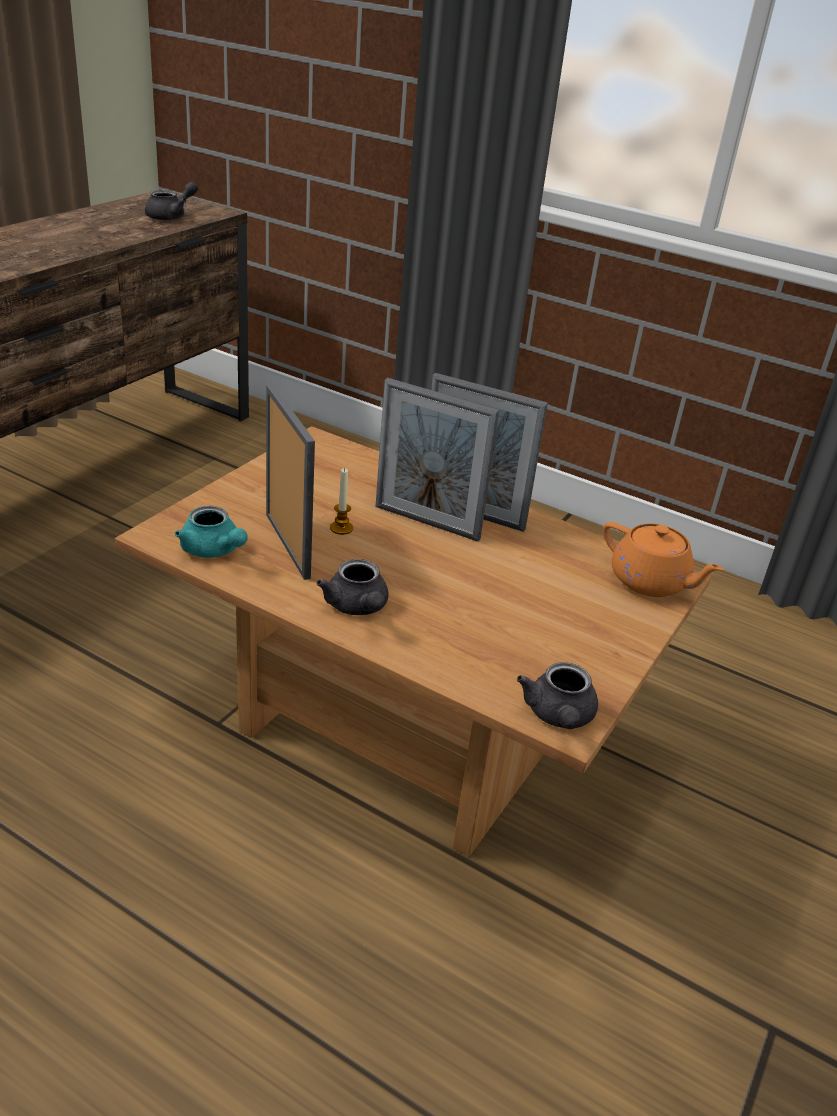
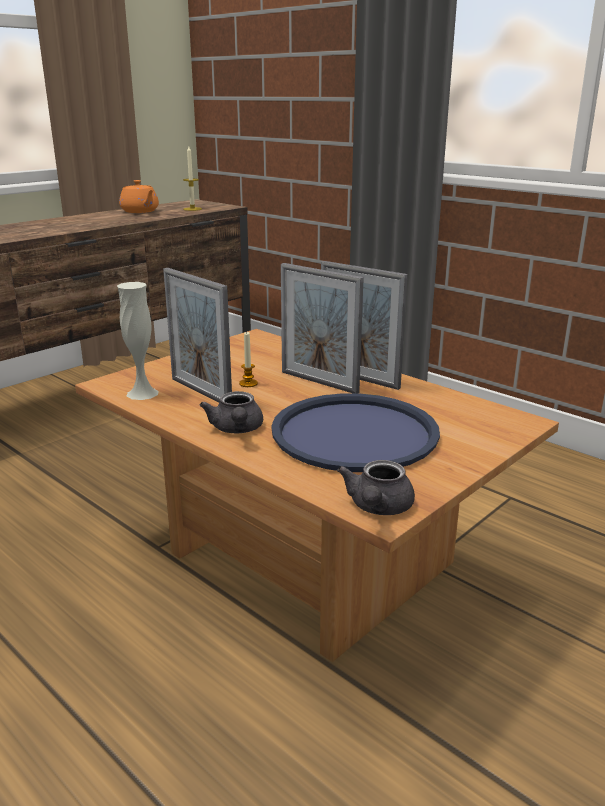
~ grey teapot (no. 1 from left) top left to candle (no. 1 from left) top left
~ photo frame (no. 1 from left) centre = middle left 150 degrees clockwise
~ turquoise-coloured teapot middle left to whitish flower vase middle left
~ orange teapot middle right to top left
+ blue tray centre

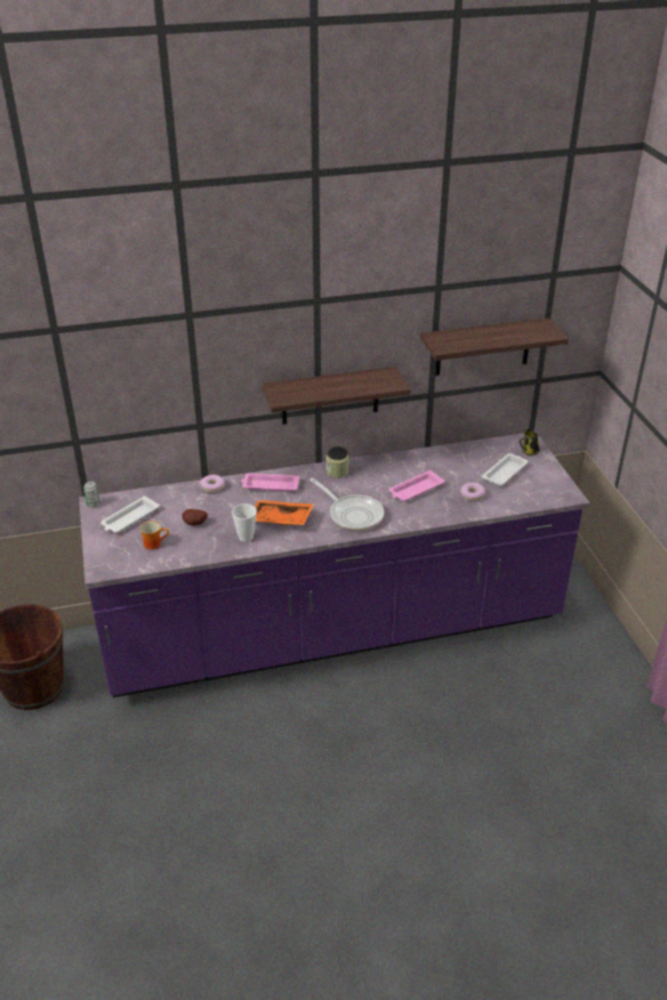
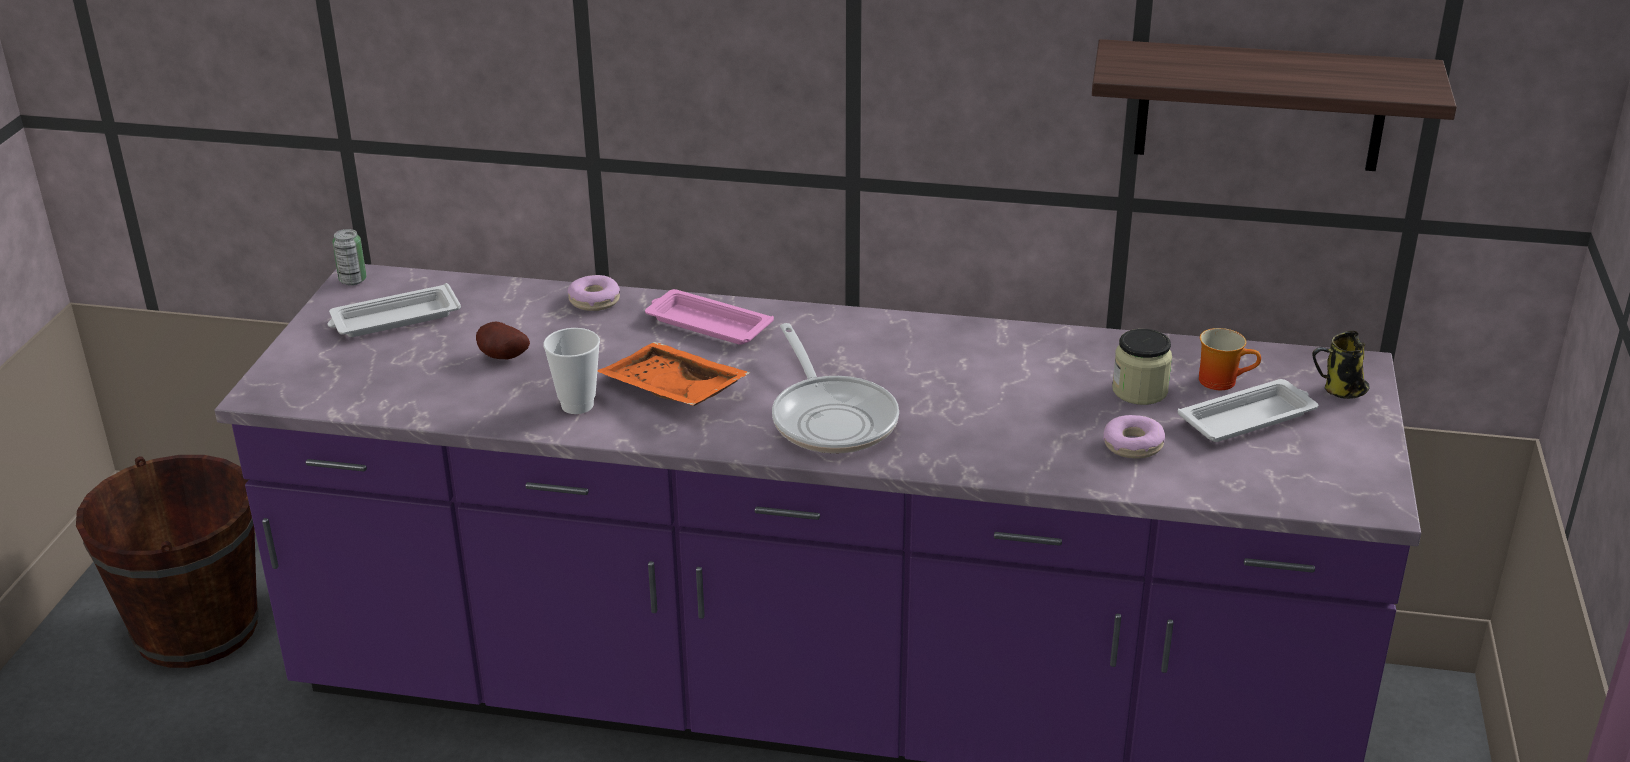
- shelf (no. 1 from left) centre
~ preserve jar centre to middle right
- pink tray (no. 2 from left) centre
~ coffee mug (no. 1 from left) middle left to middle right

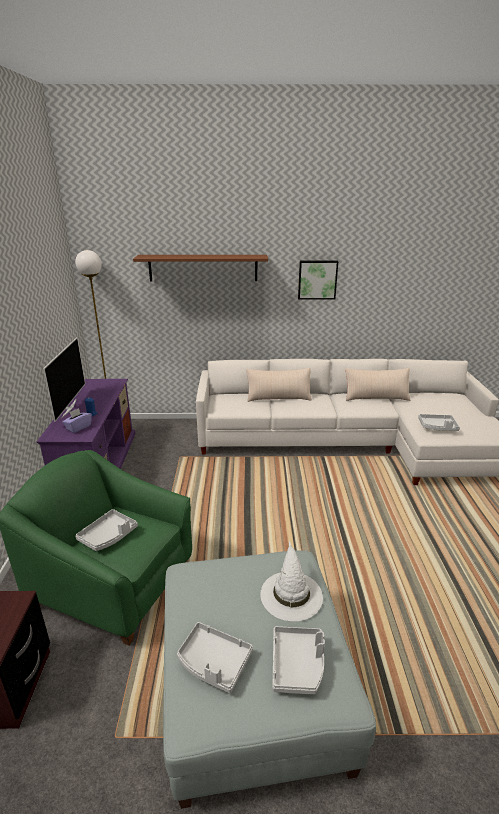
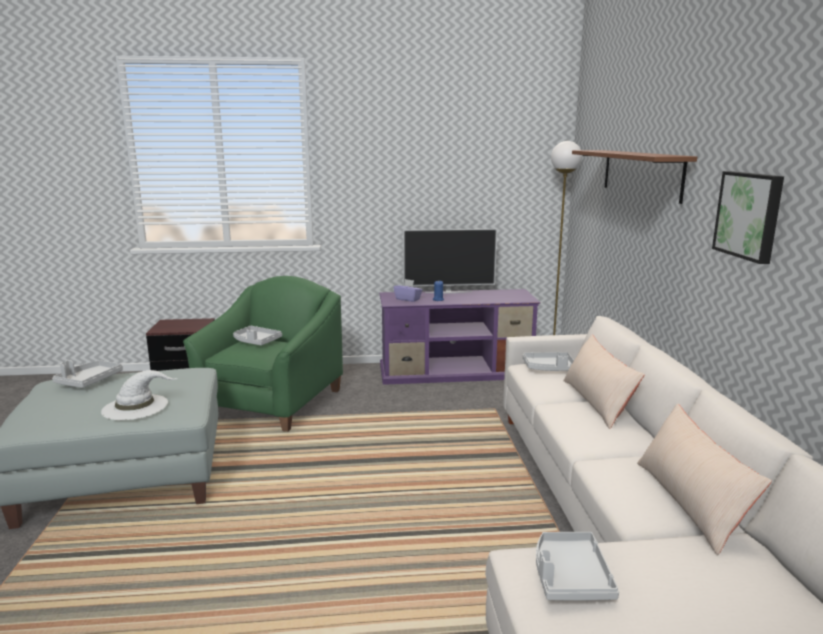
~ grey tray (no. 3 from left) bottom centre to centre

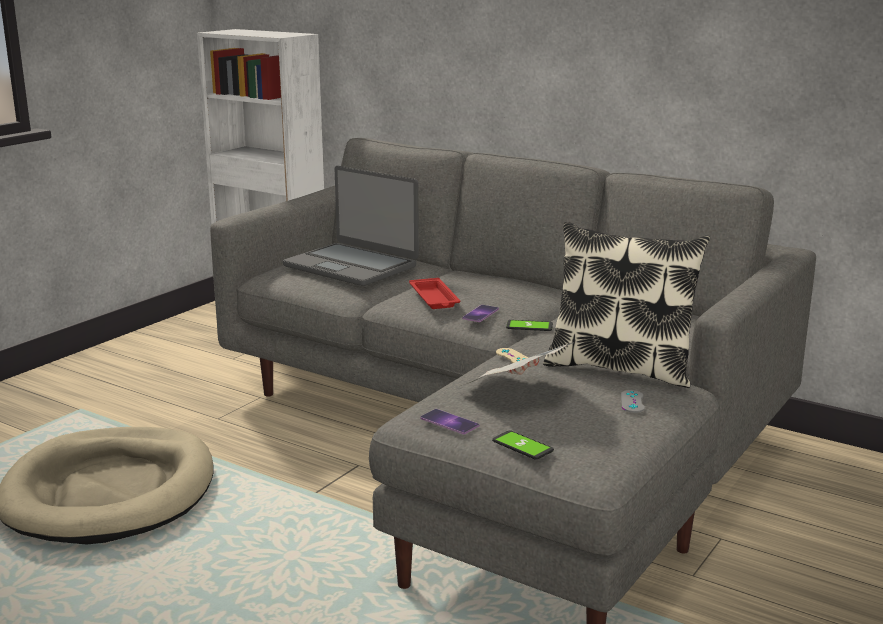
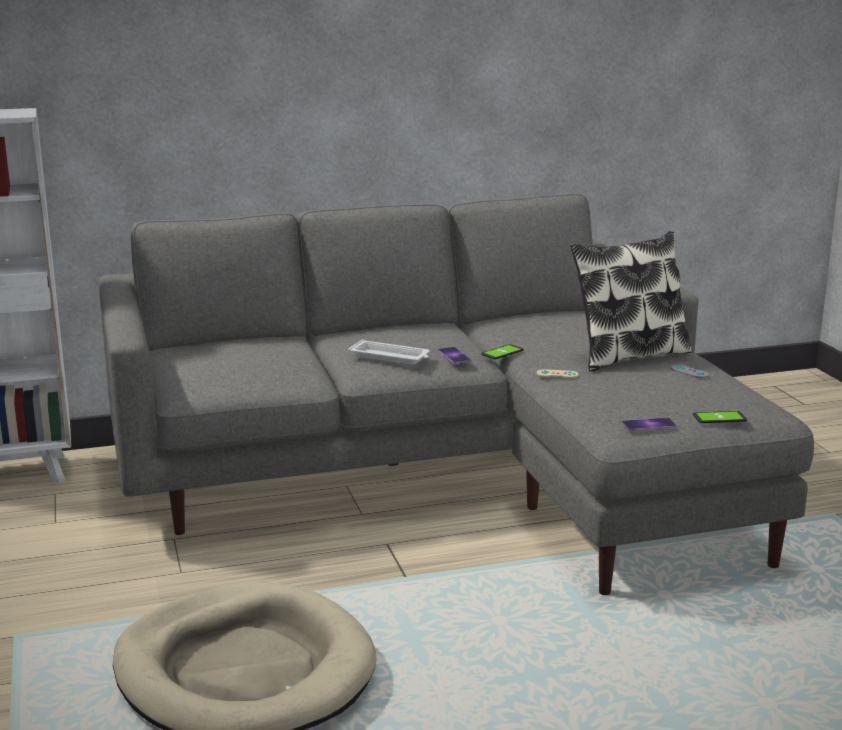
- notebook computer centre
~ reddish tray centre to whitish tray centre
- daily paper centre

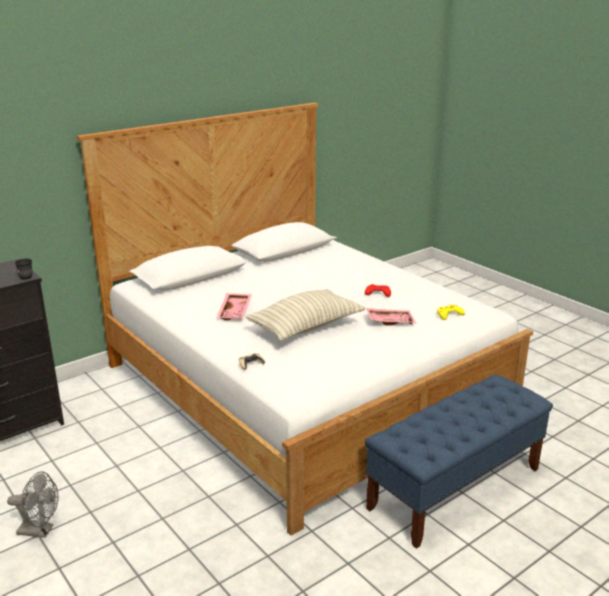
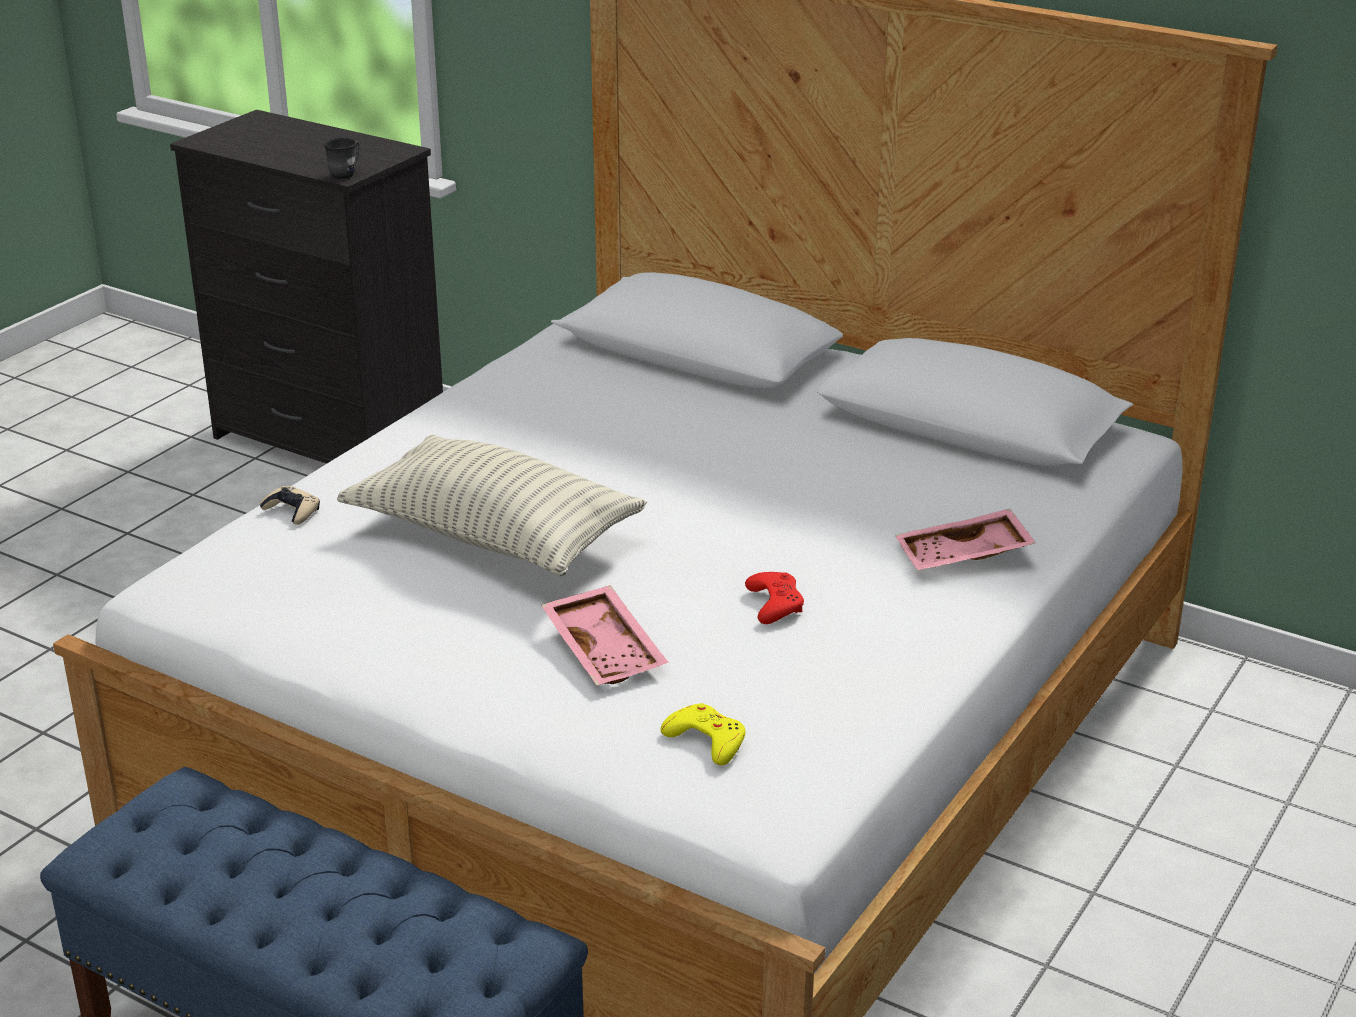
~ pink tray (no. 1 from left in the first image) centre to pink tray (no. 2 from left) middle right
- grey cooling fan bottom left

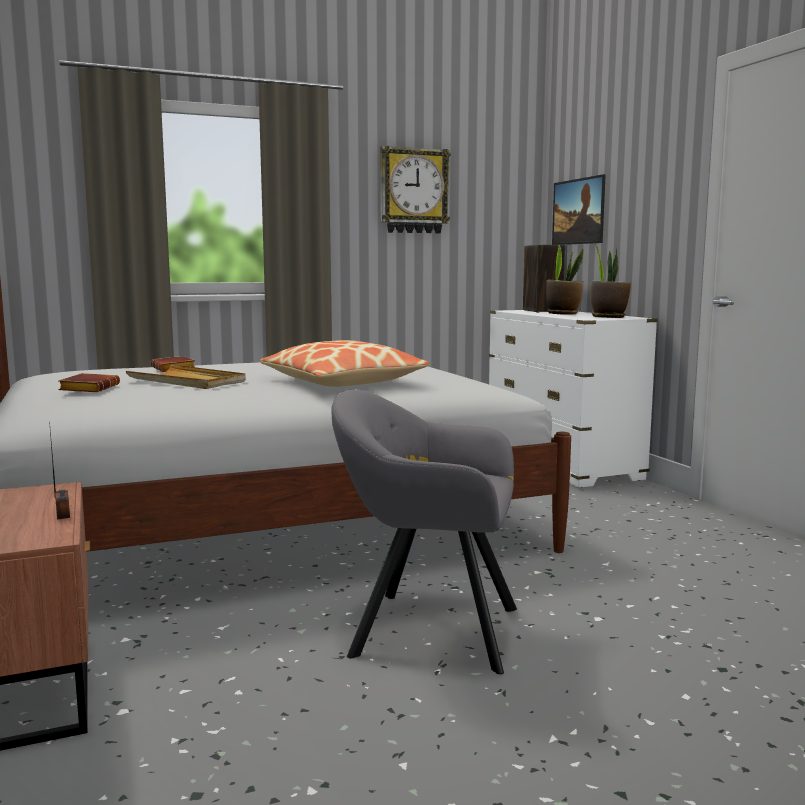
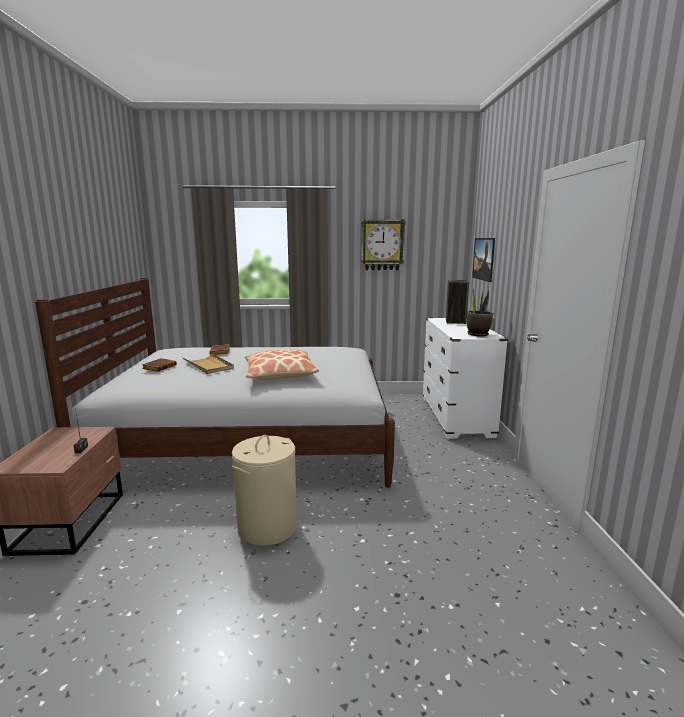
- potted plant (no. 1 from left) middle right
~ grey easy chair centre to beige-coloured laundry basket bottom centre

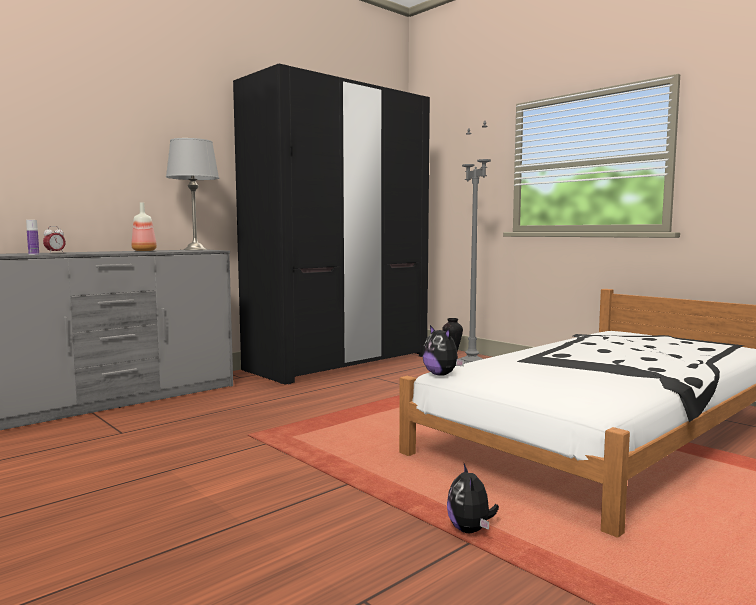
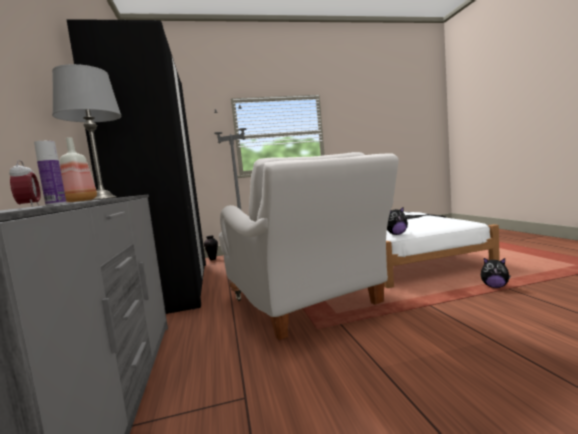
+ whitish easy chair centre

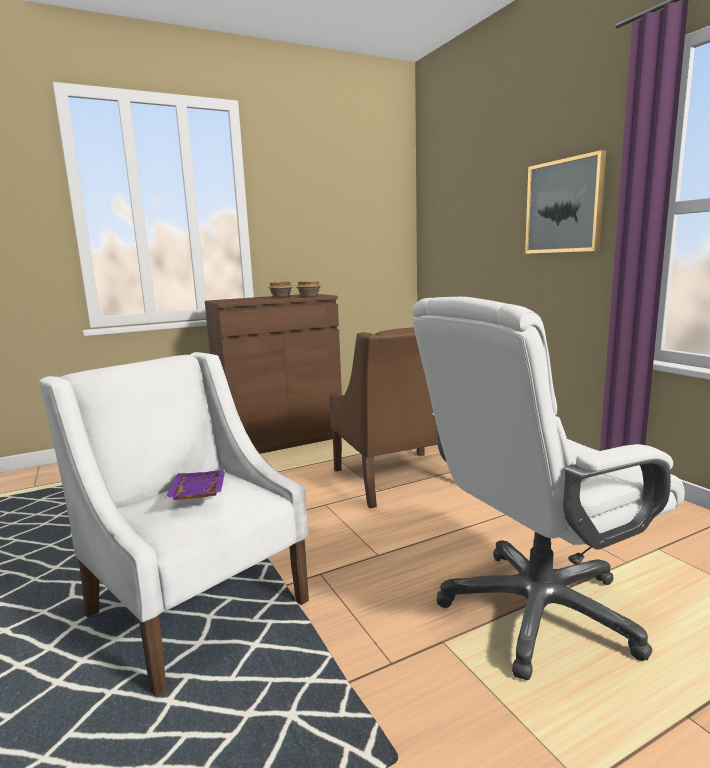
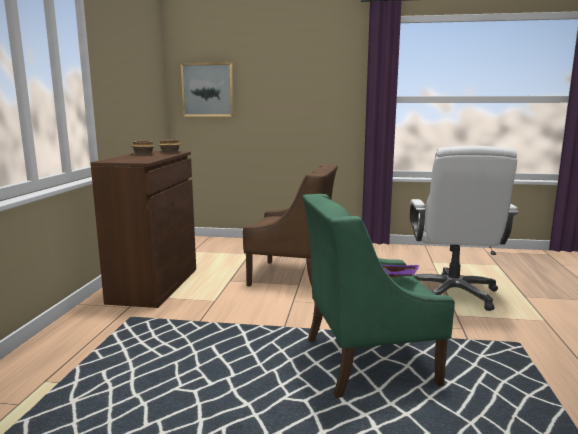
~ wall art top right to top centre
~ whitish easy chair bottom left to green easy chair bottom centre

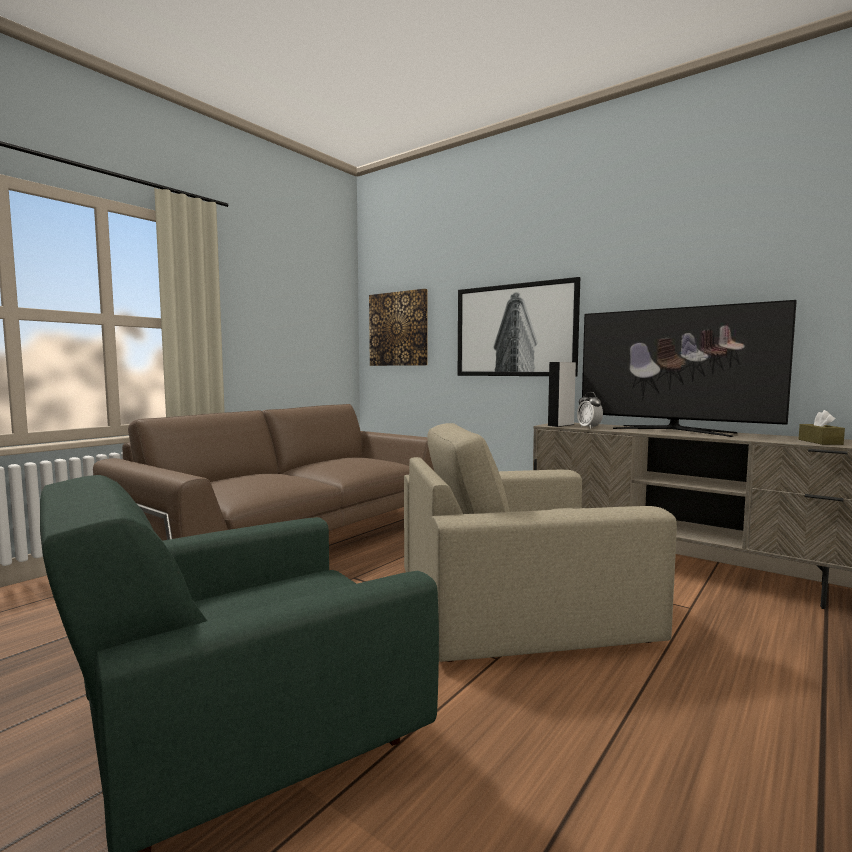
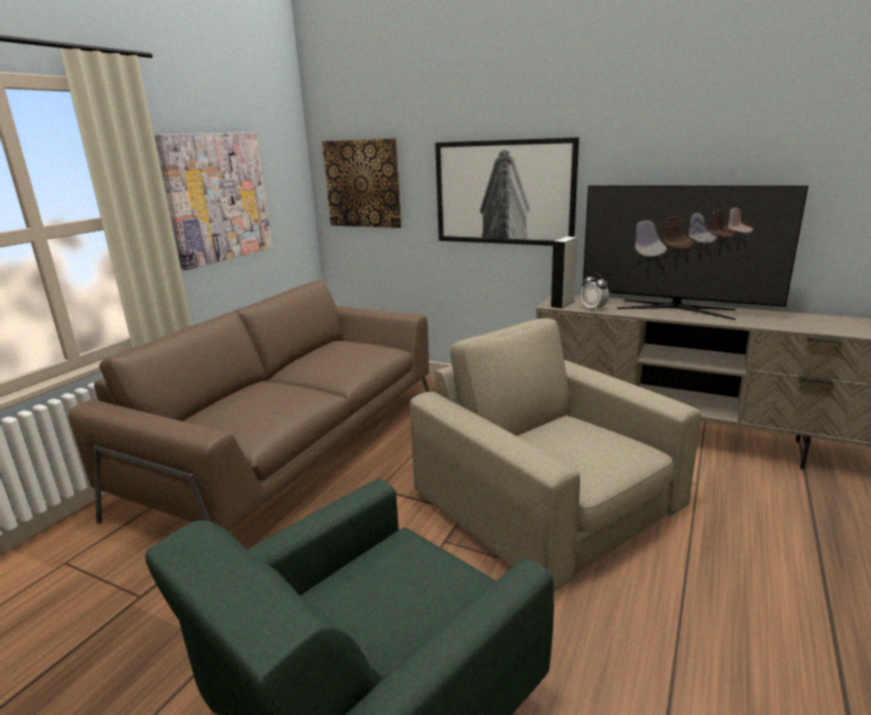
- brown-coloured tissue box middle right
~ beige-coloured easy chair centre = centre 75 degrees clockwise
+ wall art (no. 1 from left) top left

